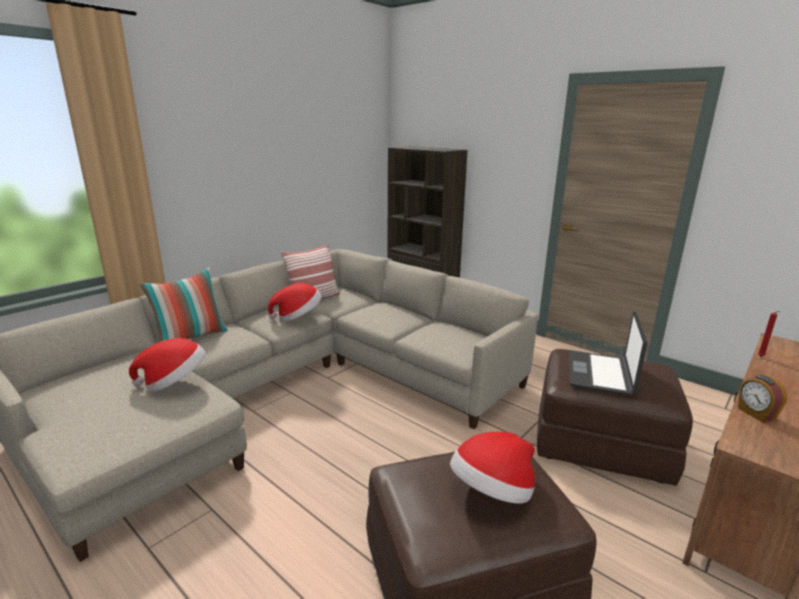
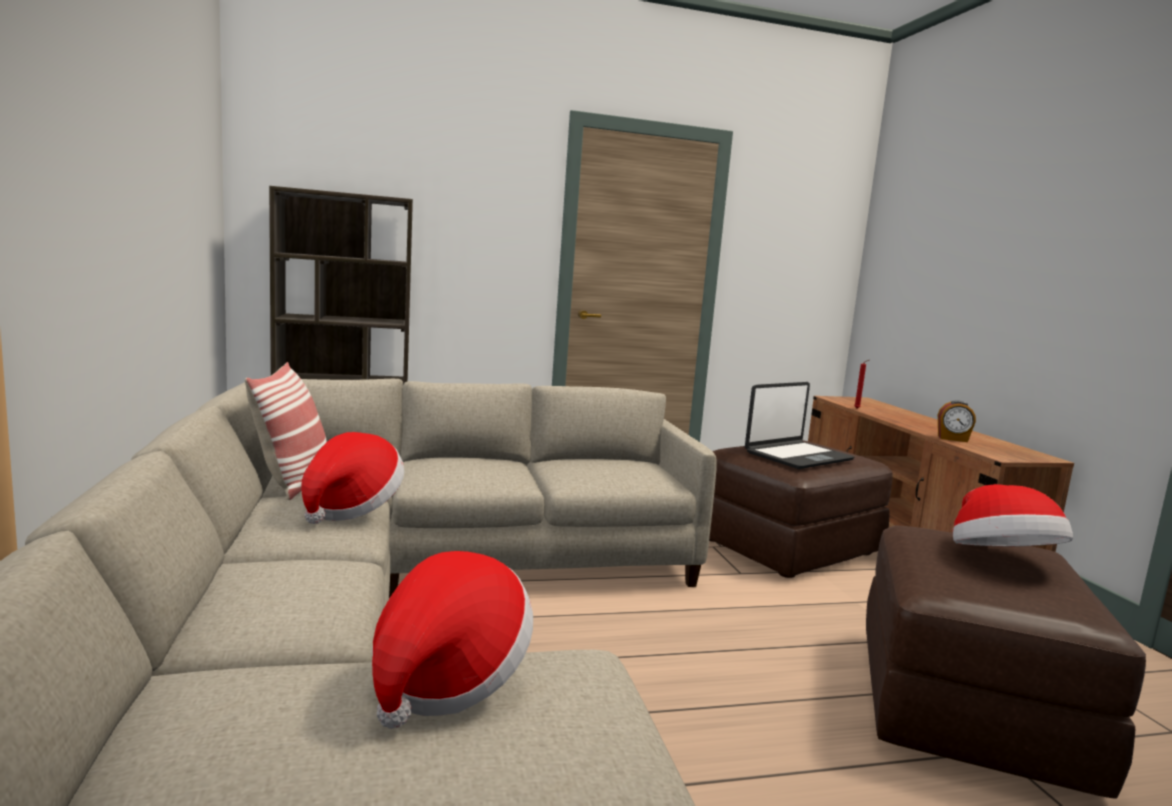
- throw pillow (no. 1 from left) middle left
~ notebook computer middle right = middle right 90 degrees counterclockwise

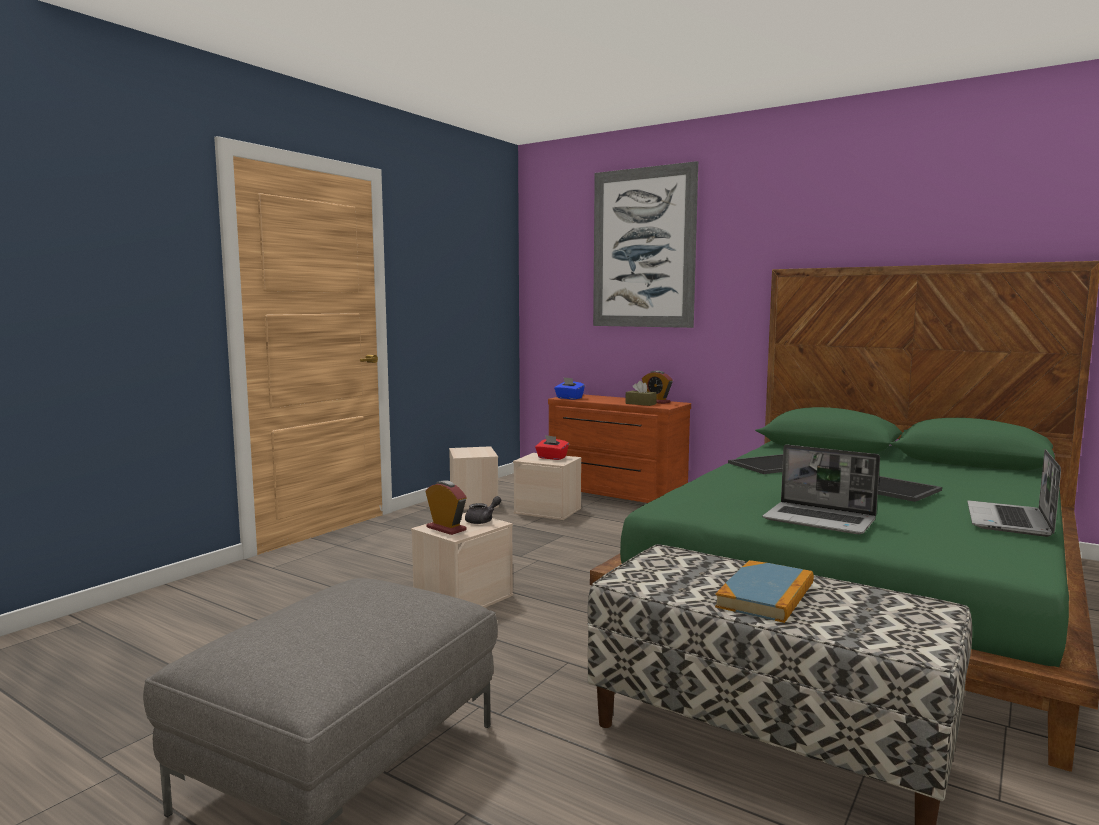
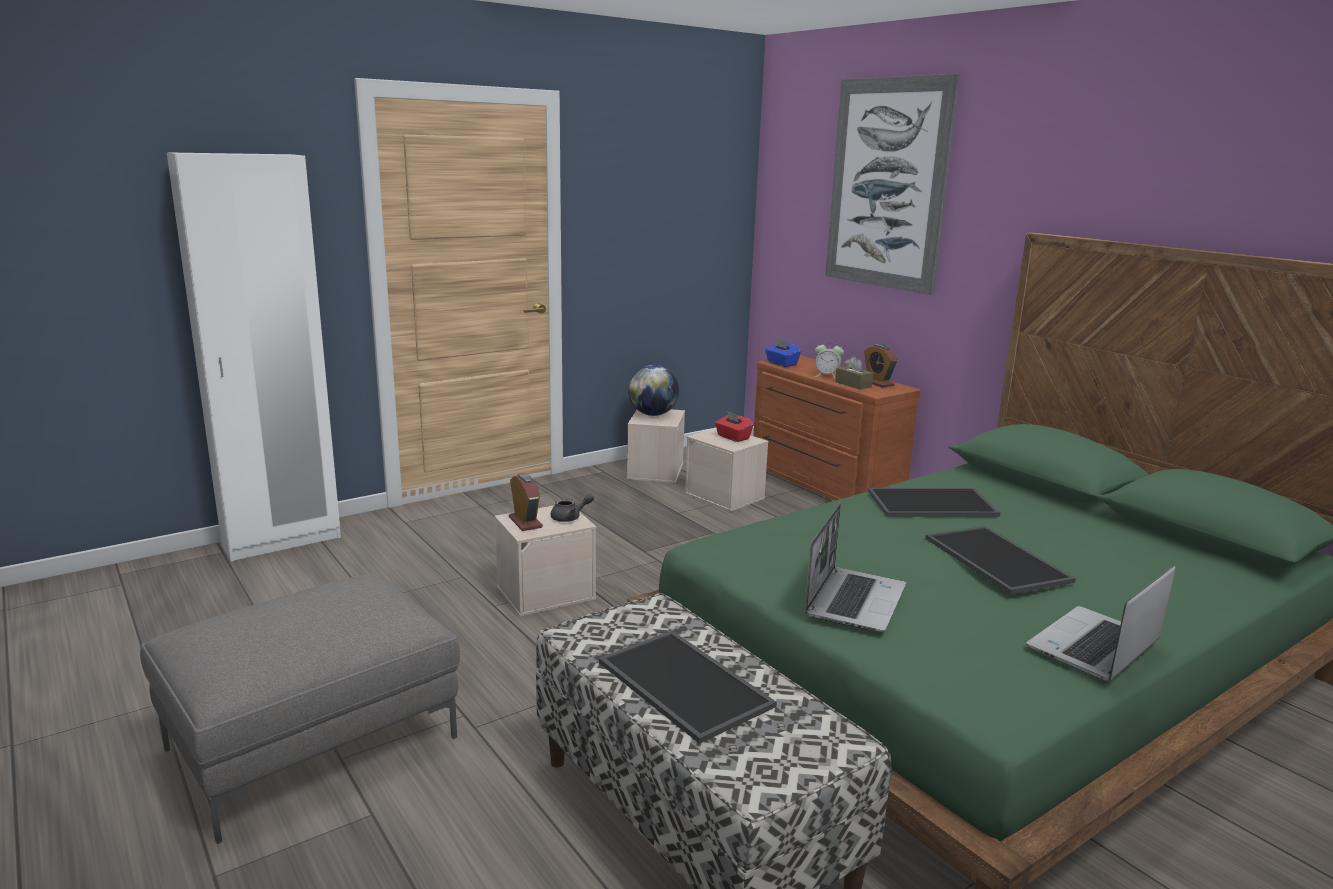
~ notebook computer (no. 1 from left) middle right = centre 120 degrees counterclockwise
~ book bottom right to tray (no. 1 from left) bottom centre
+ whitish clothes cupboard middle left
+ table clock (no. 2 from left) centre
+ desk globe centre

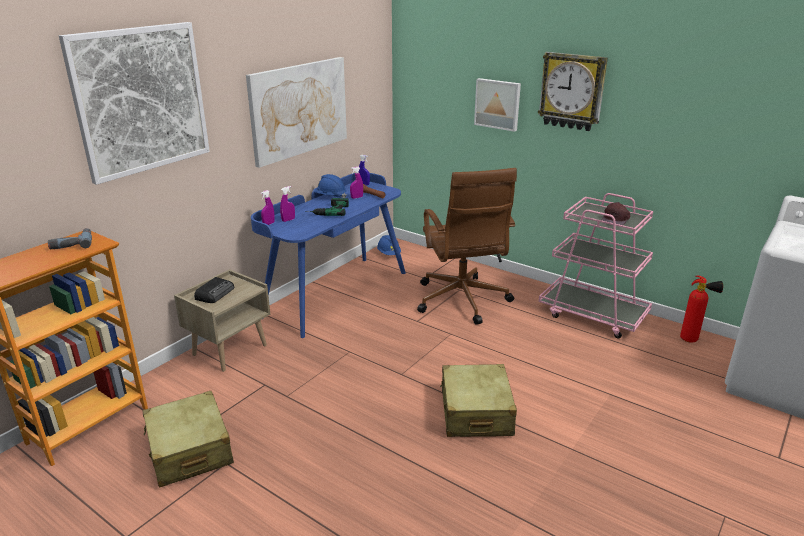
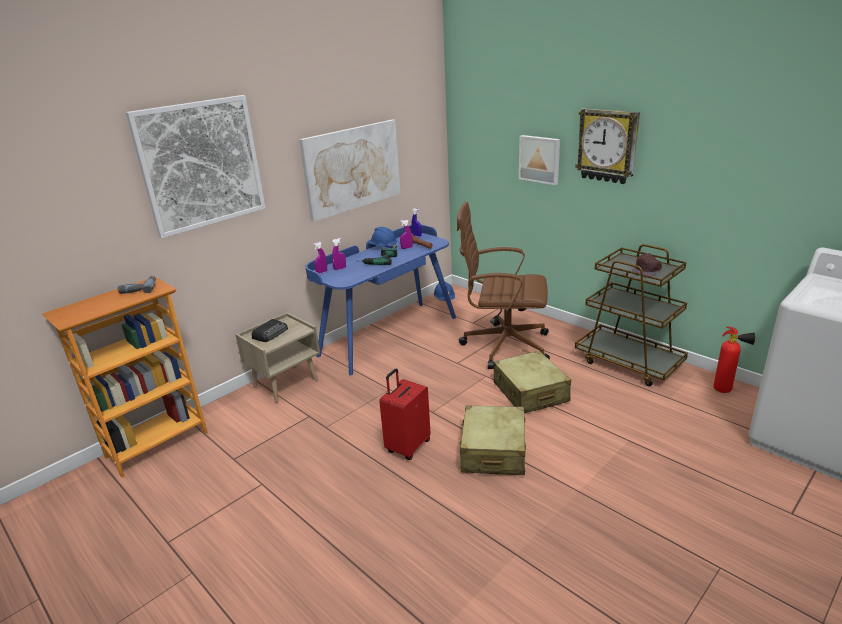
~ brown-coloured desk chair centre = centre 105 degrees clockwise
~ pink wheeled cart middle right to brown-coloured wheeled cart middle right
~ beige-coloured piece of luggage (no. 1 from left in the first image) bottom left to beige-coloured piece of luggage (no. 2 from left) centre
+ reddish piece of luggage centre

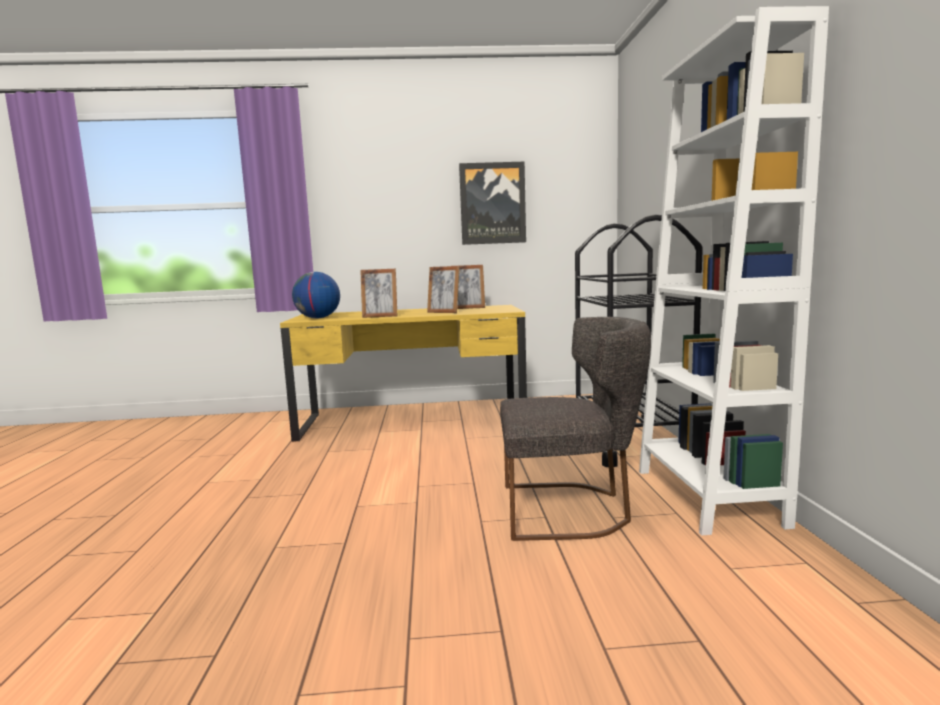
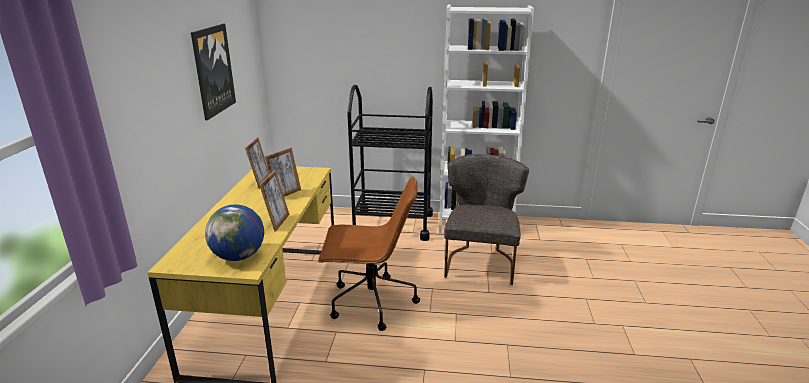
+ brown-coloured desk chair centre

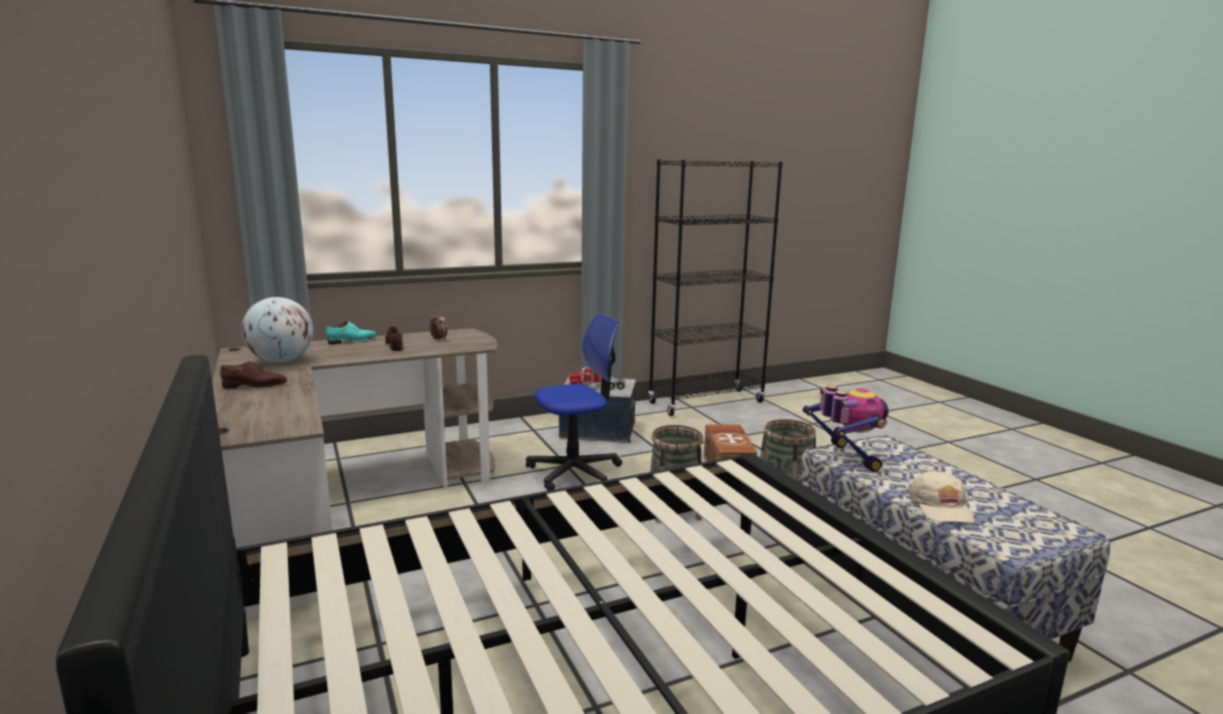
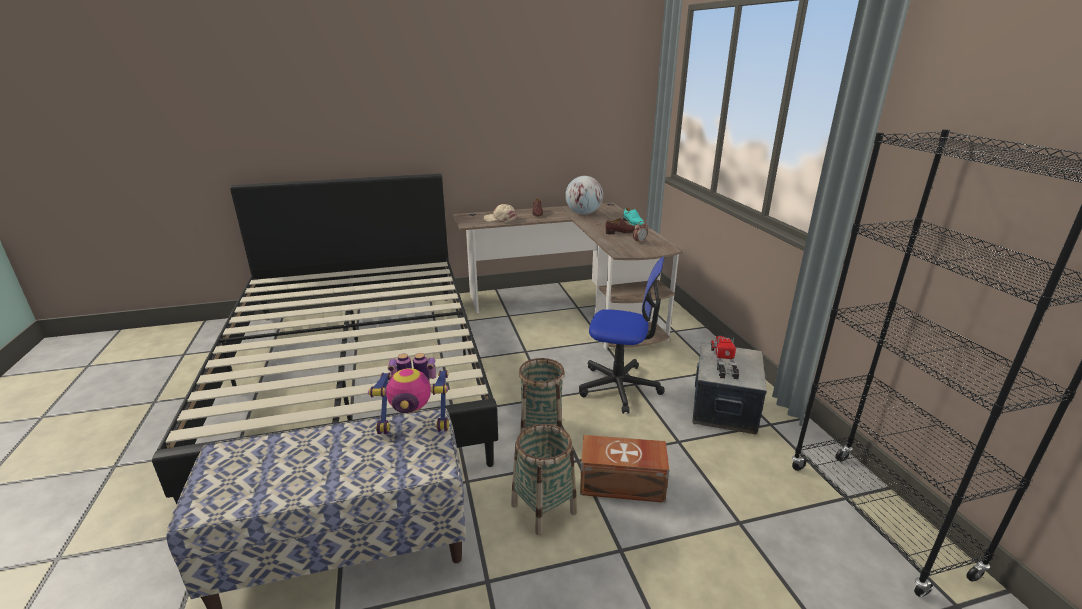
~ desk chair centre = centre 60 degrees counterclockwise
~ beige-coloured baseball cap bottom right to centre

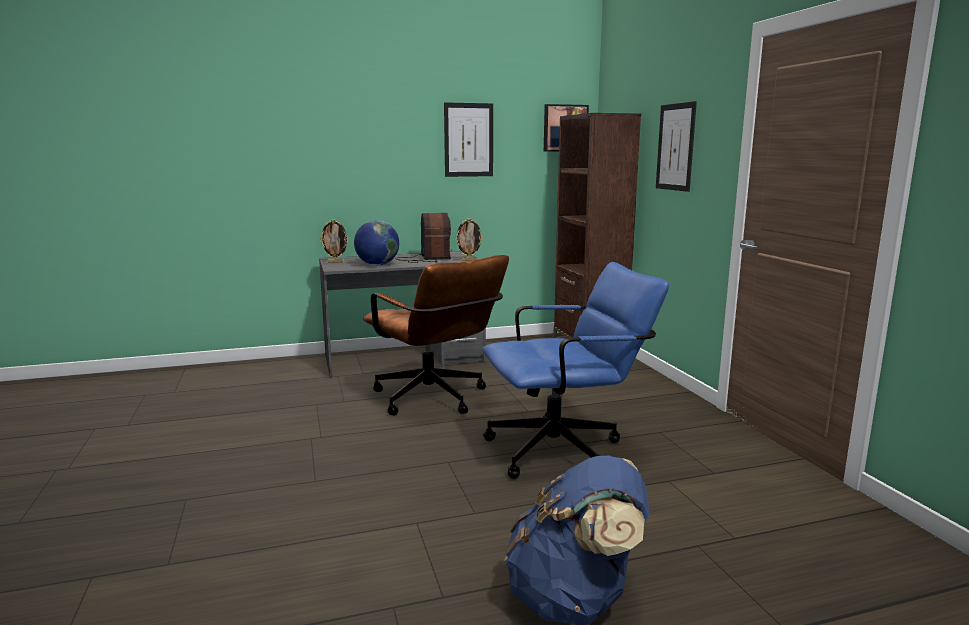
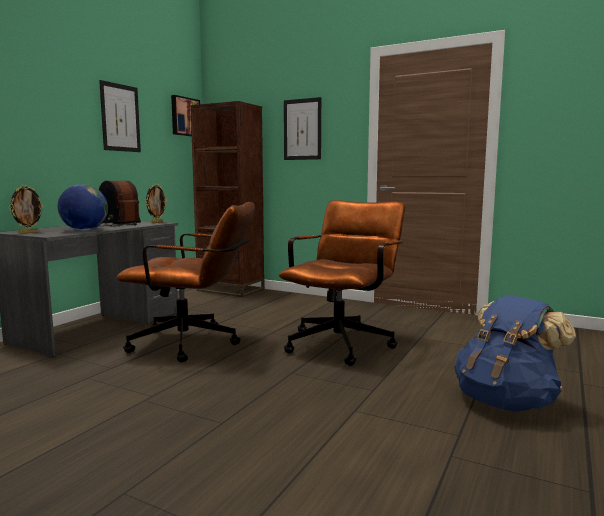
~ blue desk chair centre to brown-coloured desk chair (no. 2 from left) centre

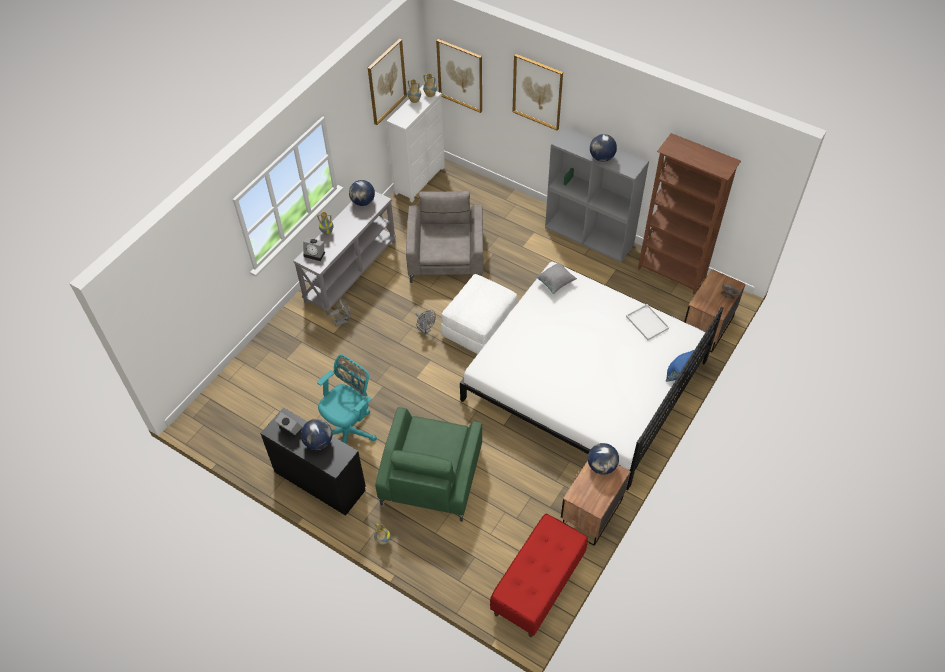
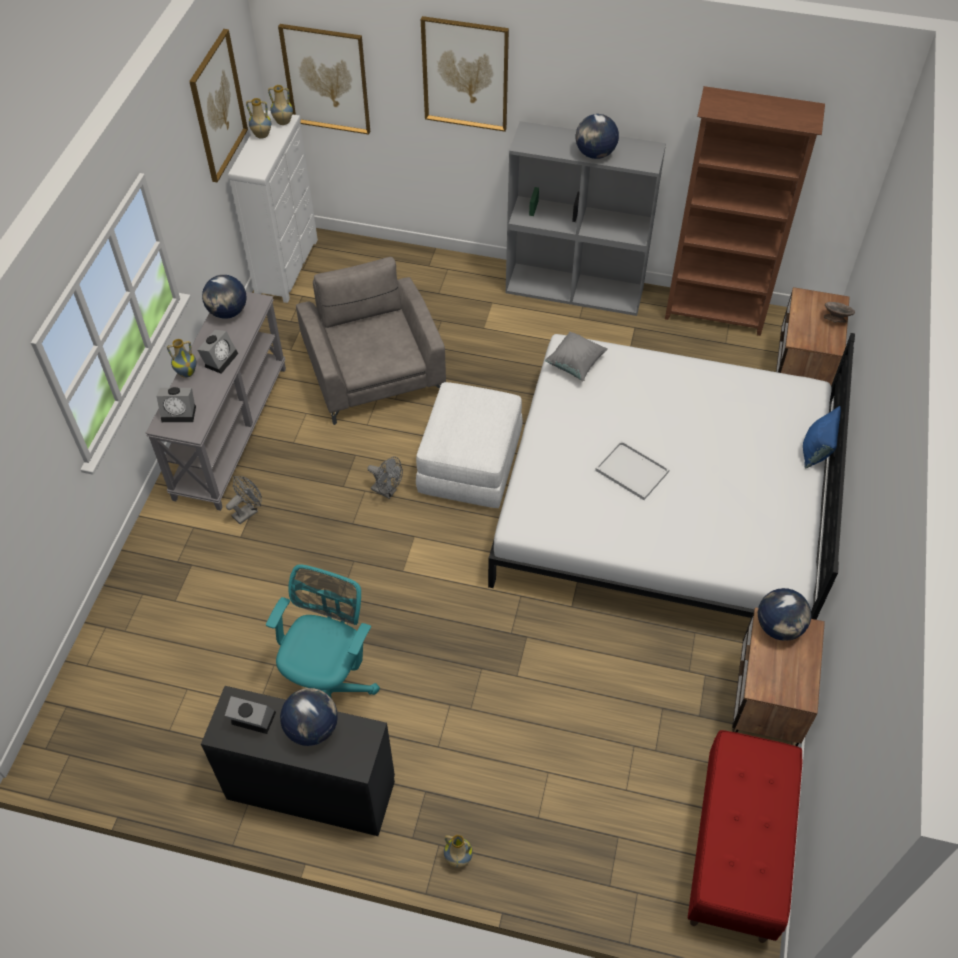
~ whitish tray middle right to centre
- green easy chair bottom centre
+ table clock (no. 2 from left) middle left

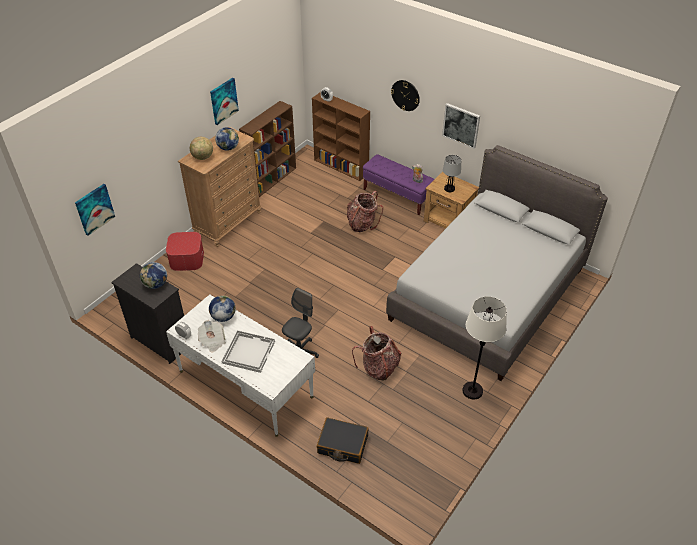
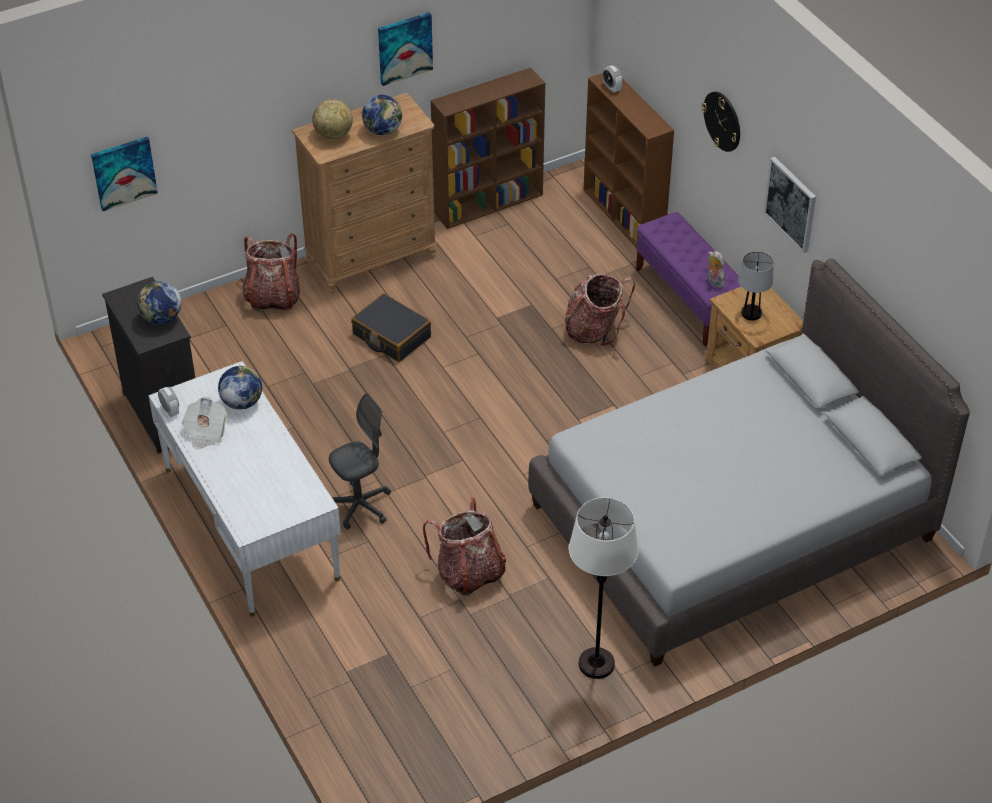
~ ottoman middle left to knapsack (no. 1 from left) middle left
- whitish tray centre
~ blackish piece of luggage bottom centre to centre

